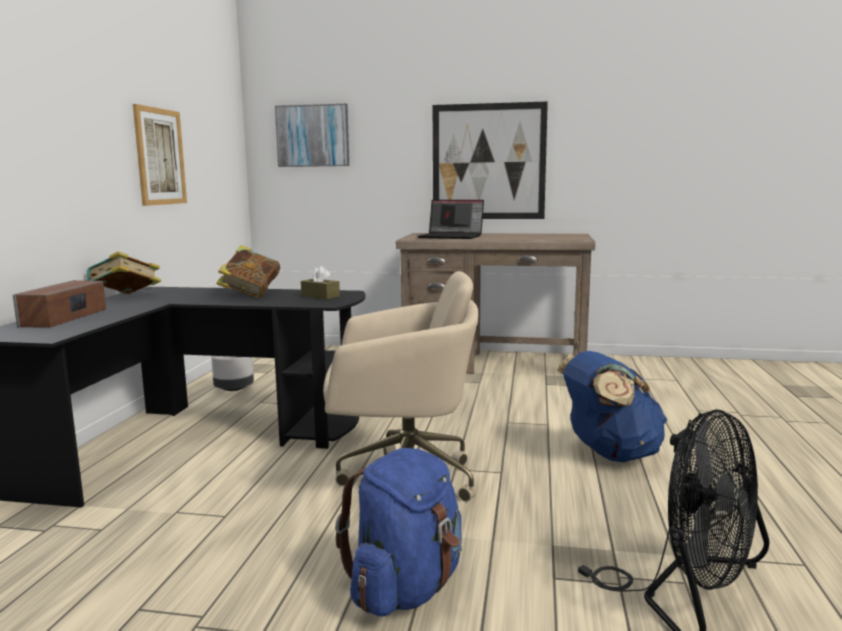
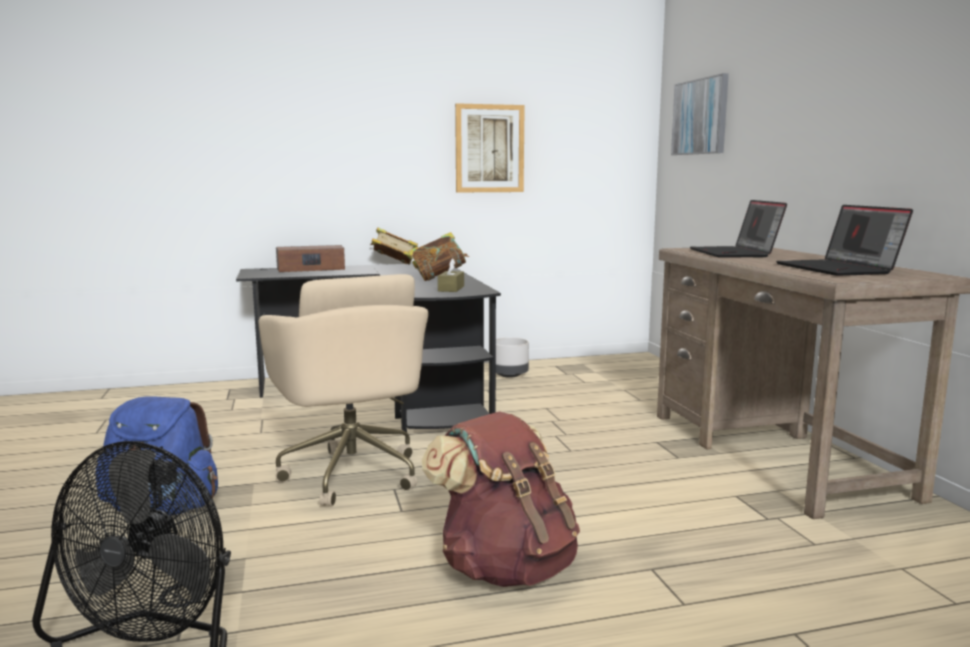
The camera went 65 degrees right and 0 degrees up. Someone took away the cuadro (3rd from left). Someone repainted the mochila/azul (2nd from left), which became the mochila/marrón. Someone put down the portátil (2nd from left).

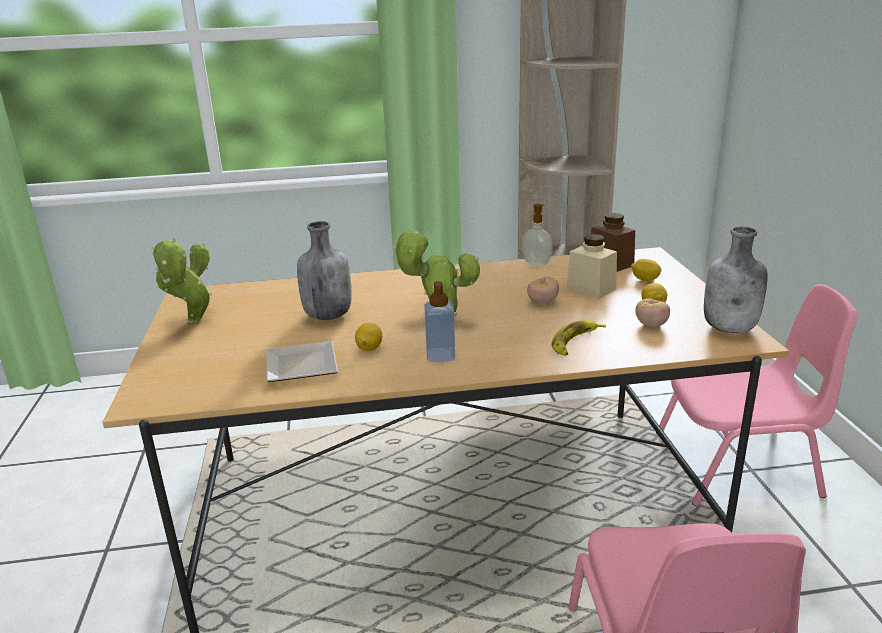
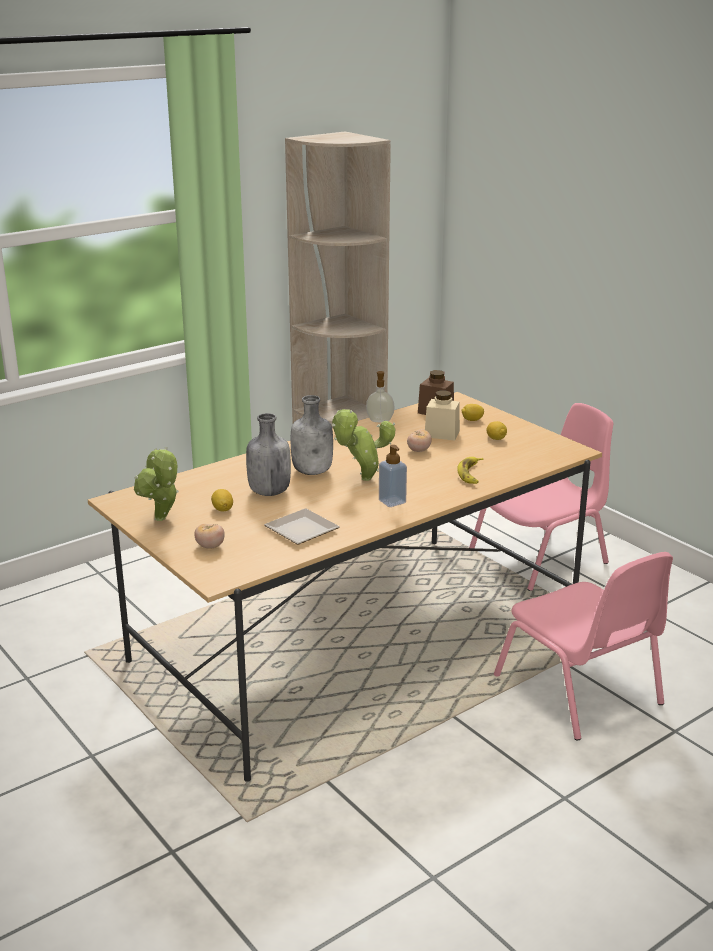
The camera went 30 degrees left and 0 degrees up. Someone carried the botella/gris (2nd from left). Someone carried the tomate (2nd from left in the first image). Someone carried the limón (1st from left).

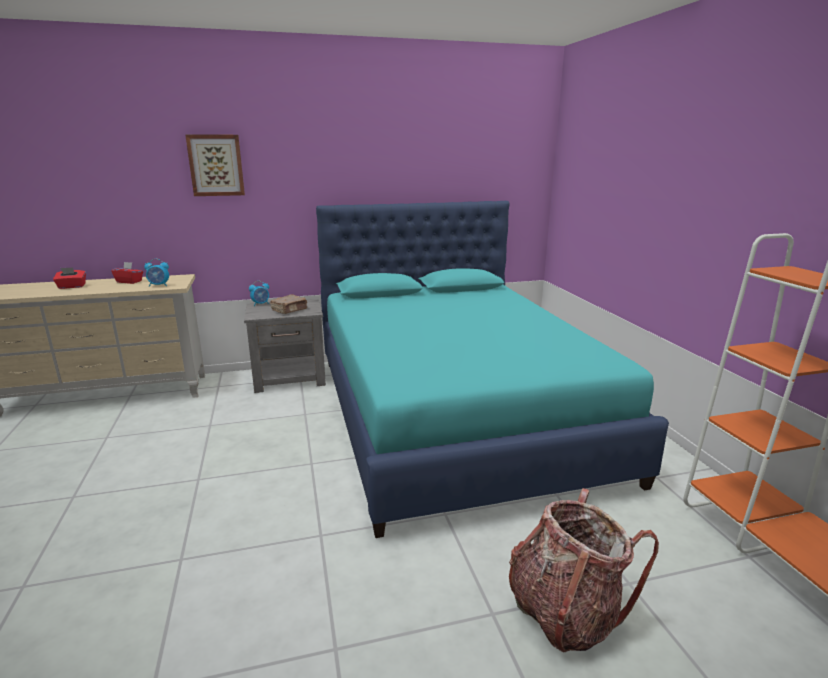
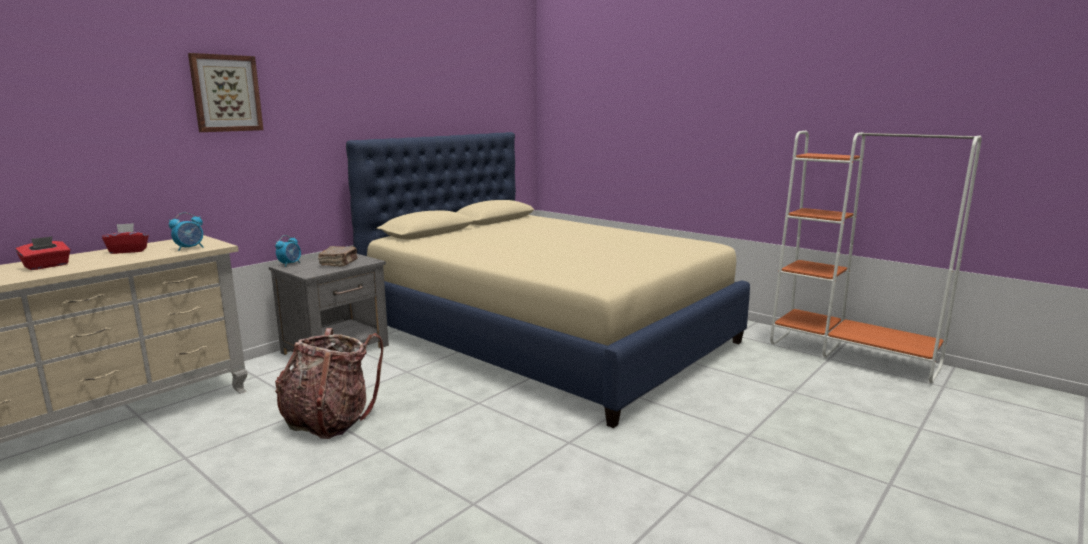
The camera went 35 degrees left and 5 degrees down. Someone repainted the cama/turquesa, which became the cama/beis. Someone carried the mochila.

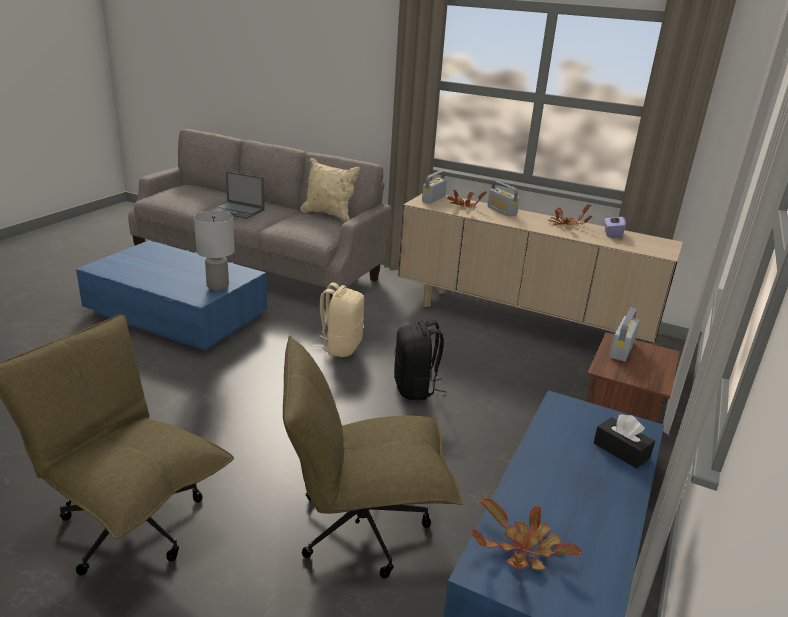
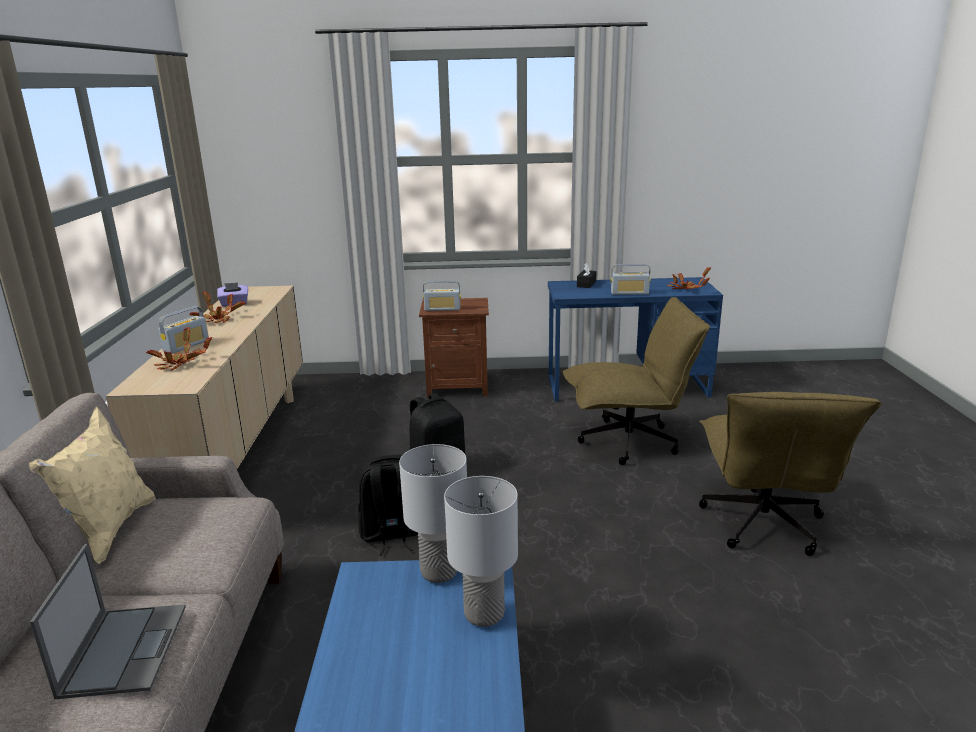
The camera went 115 degrees left and 5 degrees down. Someone carried the radio (1st from left in the first image). Someone repainted the mochila/beis, which became the mochila/negro (1st from left). Someone rotated the silla de oficina/beis (2nd from left in the first image) by 60 degrees counterclockwise. Someone put down the lámpara de mesa/gris (2nd from left).

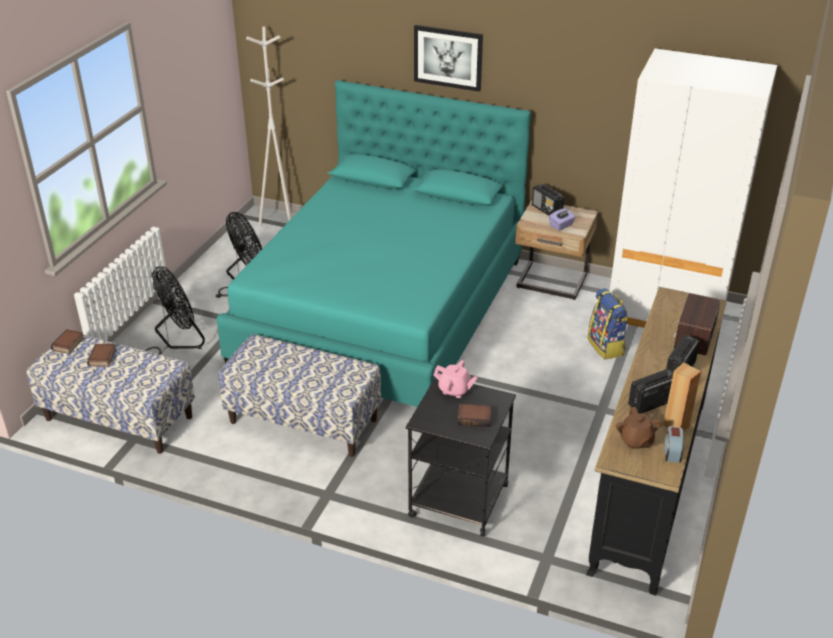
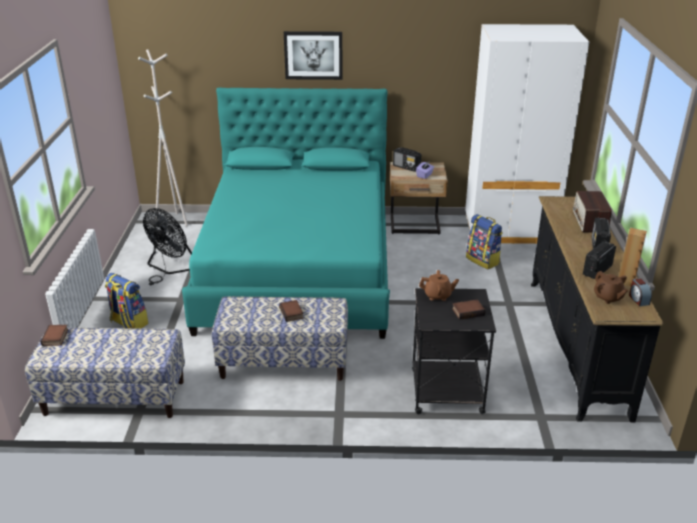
The camera went 20 degrees left and 5 degrees down. Someone swapped the ventilador/negro (1st from left) for the mochila (1st from left). Someone carried the libro (2nd from left). Someone repainted the tetera/rosa, which became the tetera/marrón (1st from left).

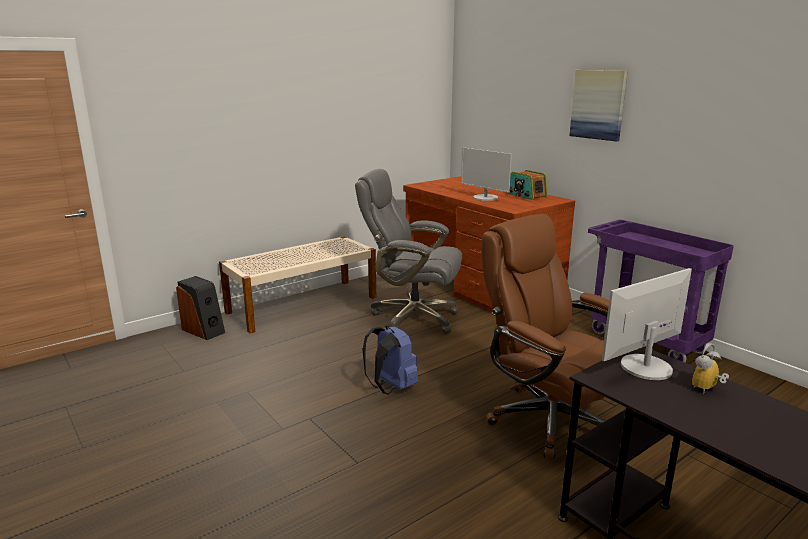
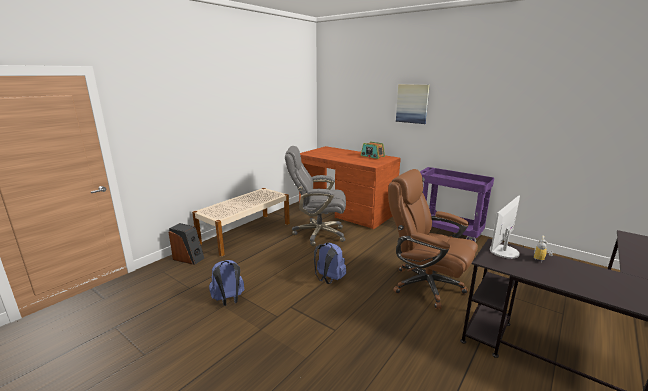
The camera went 15 degrees left and 0 degrees up. Someone took away the monitor (1st from left). Someone put down the mochila/azul (1st from left).

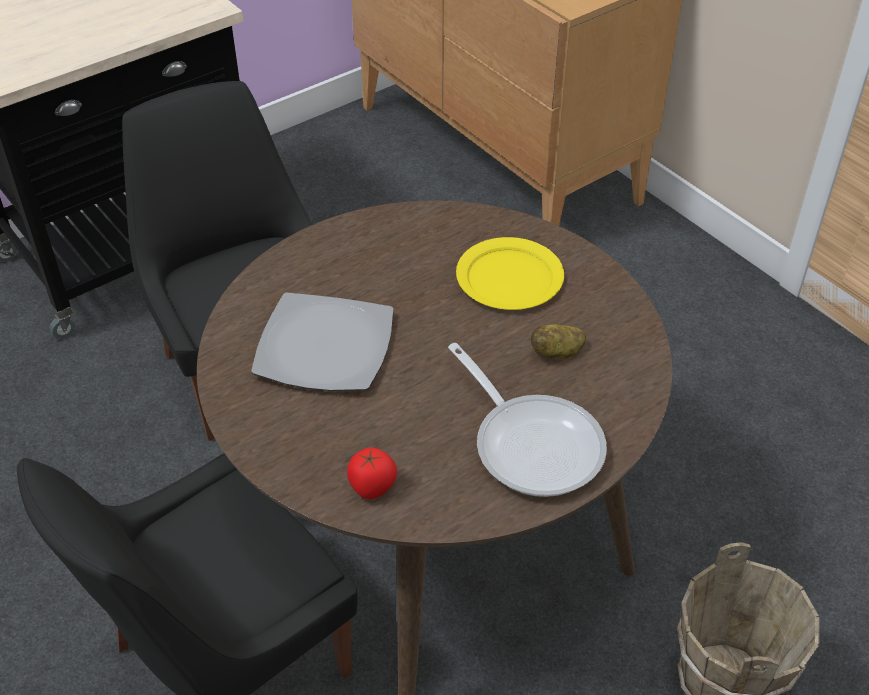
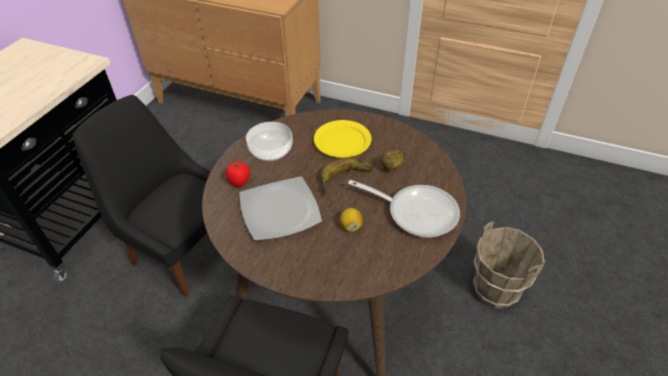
The camera went 30 degrees left and 0 degrees up. Someone carried the tomate. Someone put down the cuenco. Someone put down the plátano. Someone put down the limón.

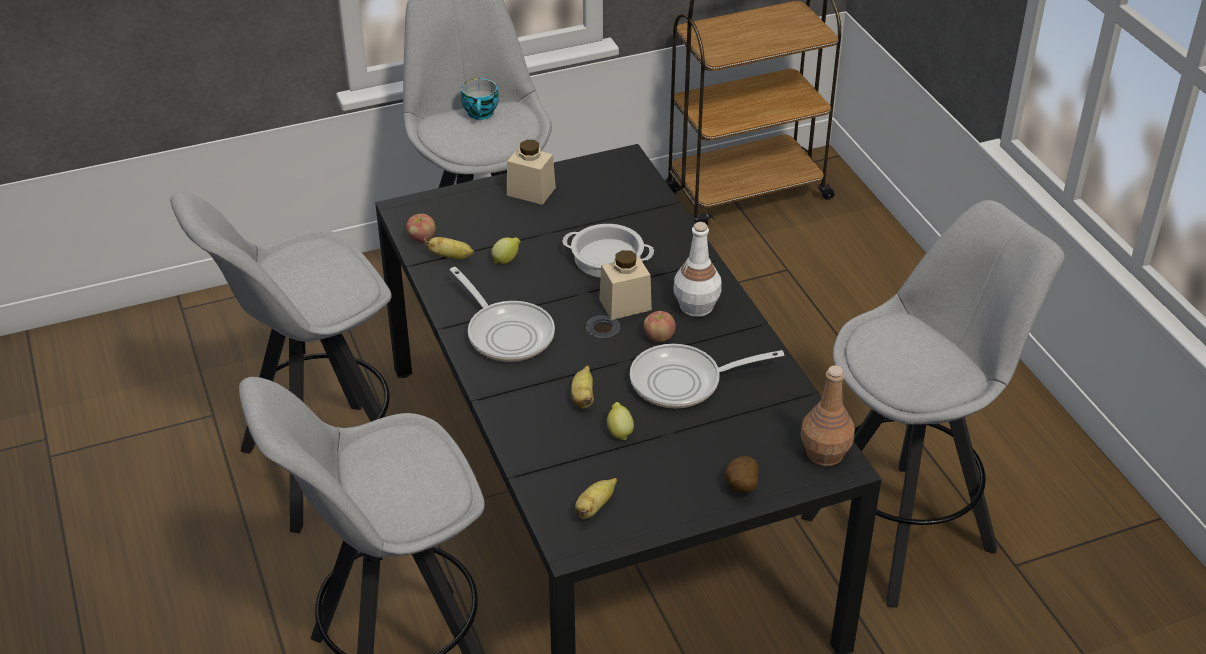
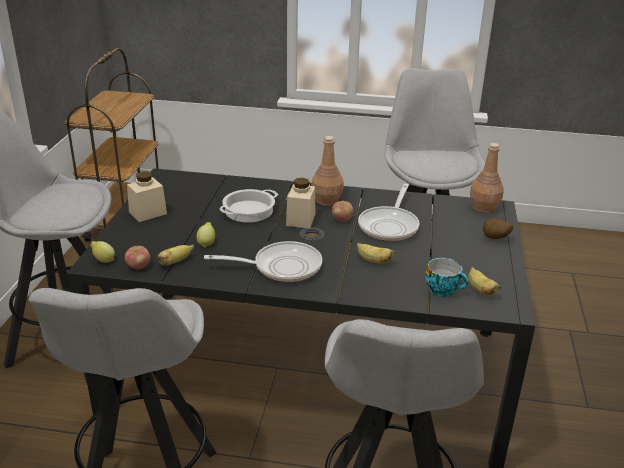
The camera went 60 degrees left and 10 degrees down. Someone carried the taza. Someone repainted the botella/blanco, which became the botella/marrón (1st from left). Someone carried the limón (2nd from left in the first image).

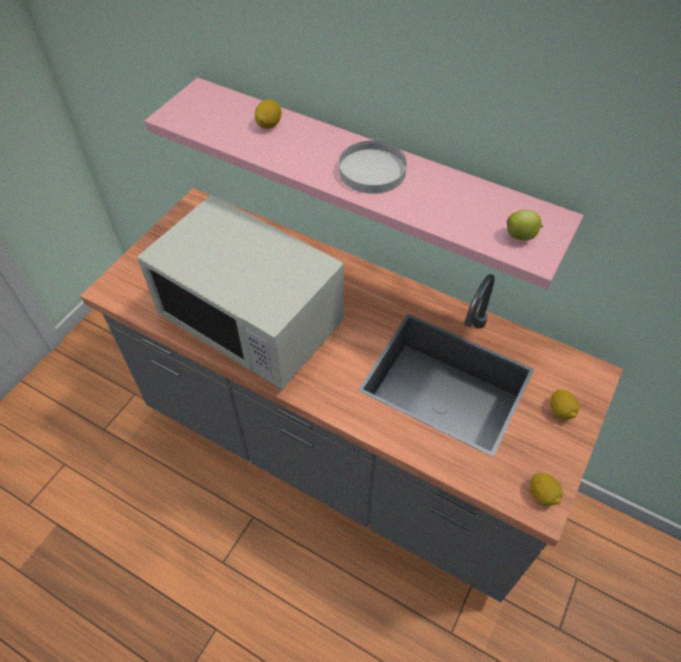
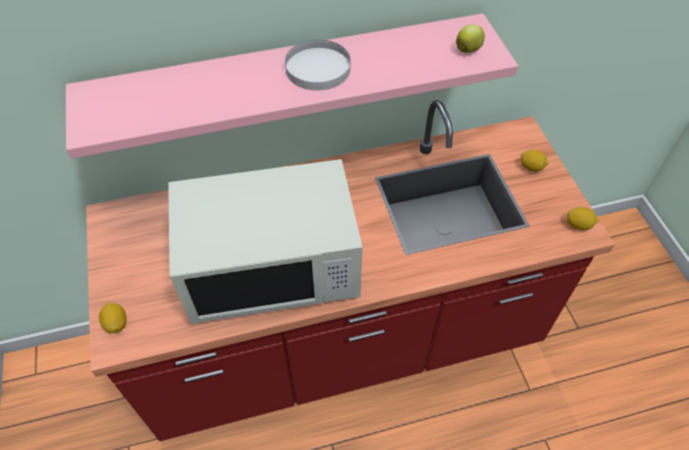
The camera went 45 degrees left and 0 degrees up. Someone carried the limón (1st from left). Someone repainted the mueble bajo de cocina/gris, which became the mueble bajo de cocina/rojo.

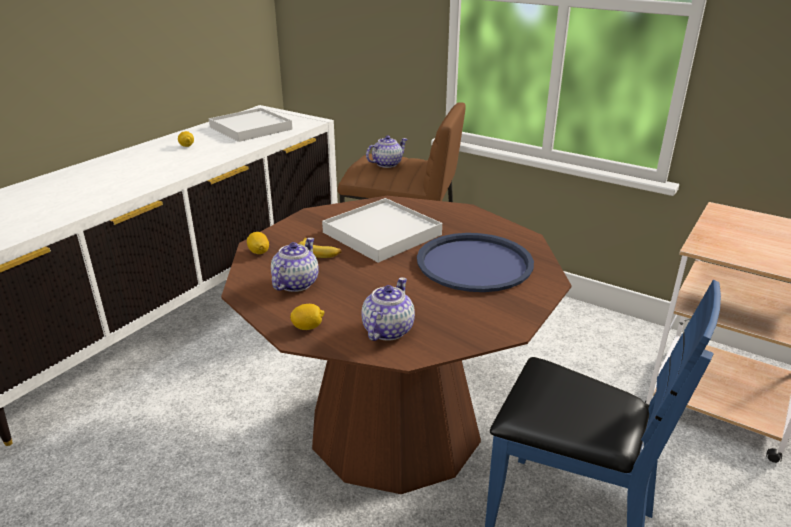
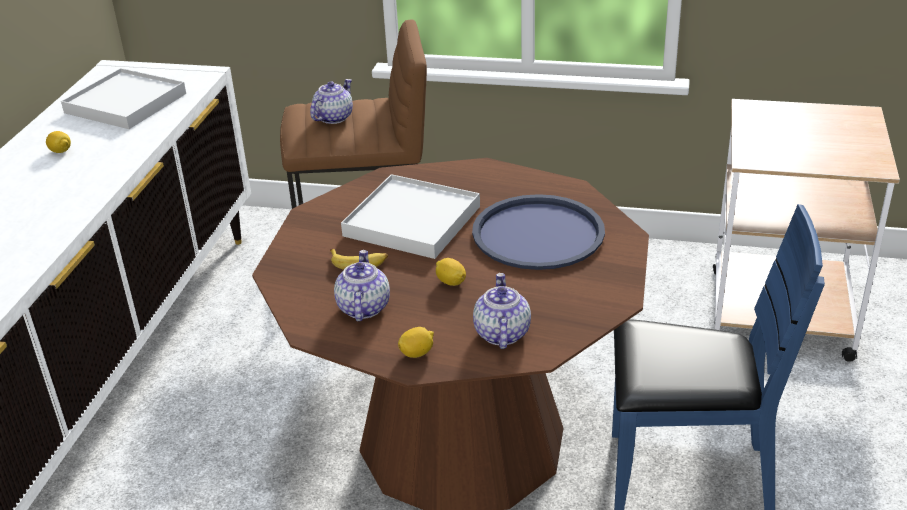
The camera went 20 degrees left and 5 degrees up. Someone carried the limón (2nd from left in the first image).

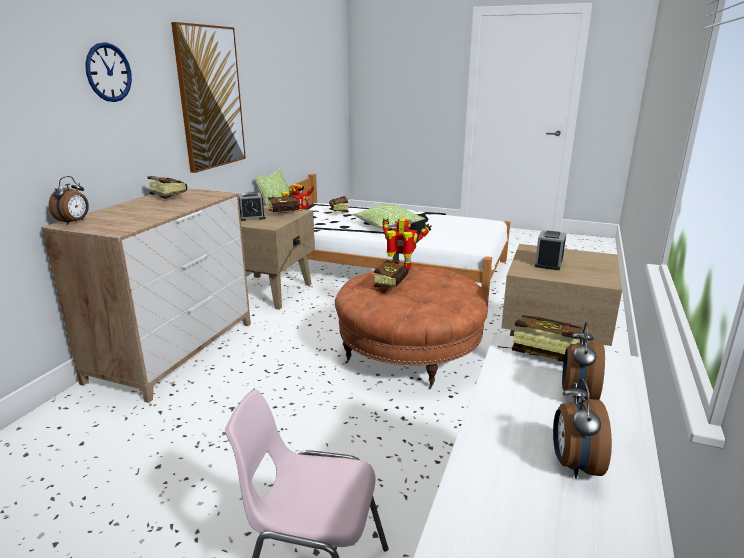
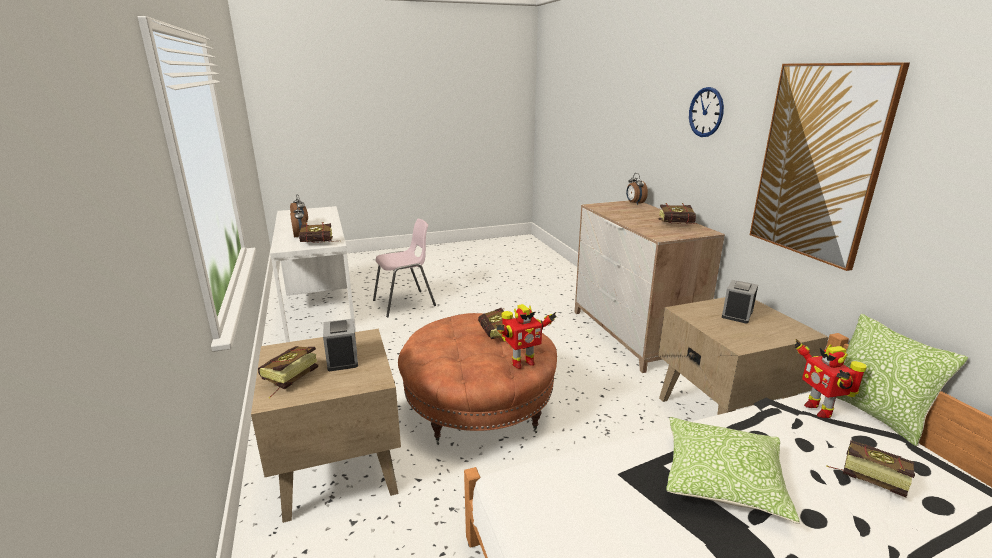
The camera went 140 degrees right and 0 degrees up. Someone carried the libro (2nd from left in the first image).

